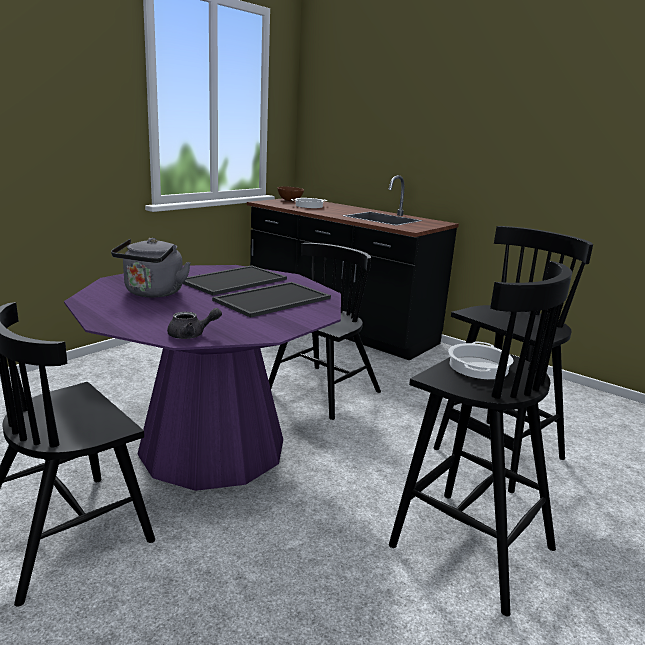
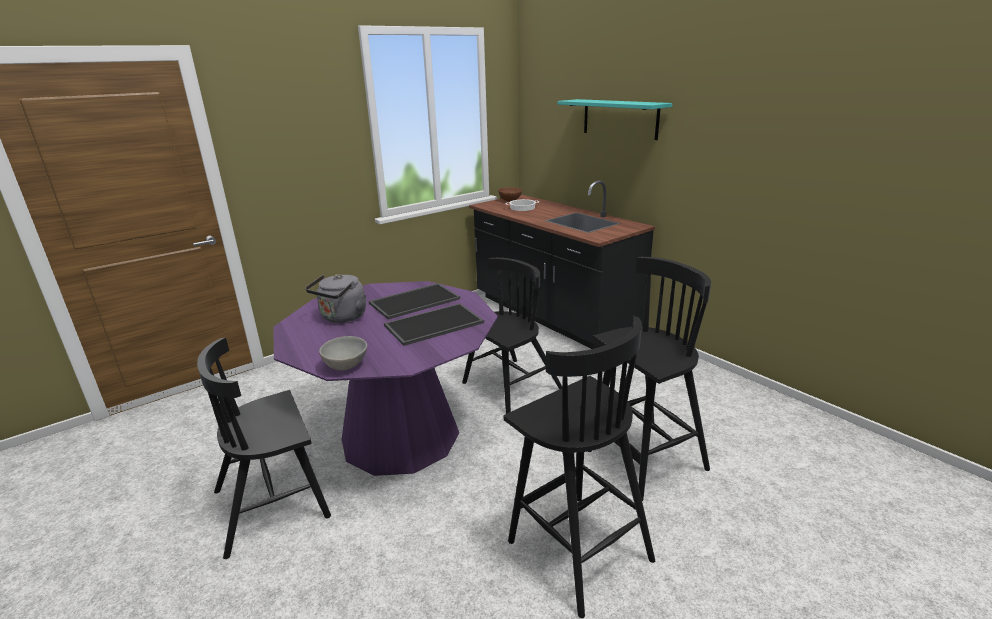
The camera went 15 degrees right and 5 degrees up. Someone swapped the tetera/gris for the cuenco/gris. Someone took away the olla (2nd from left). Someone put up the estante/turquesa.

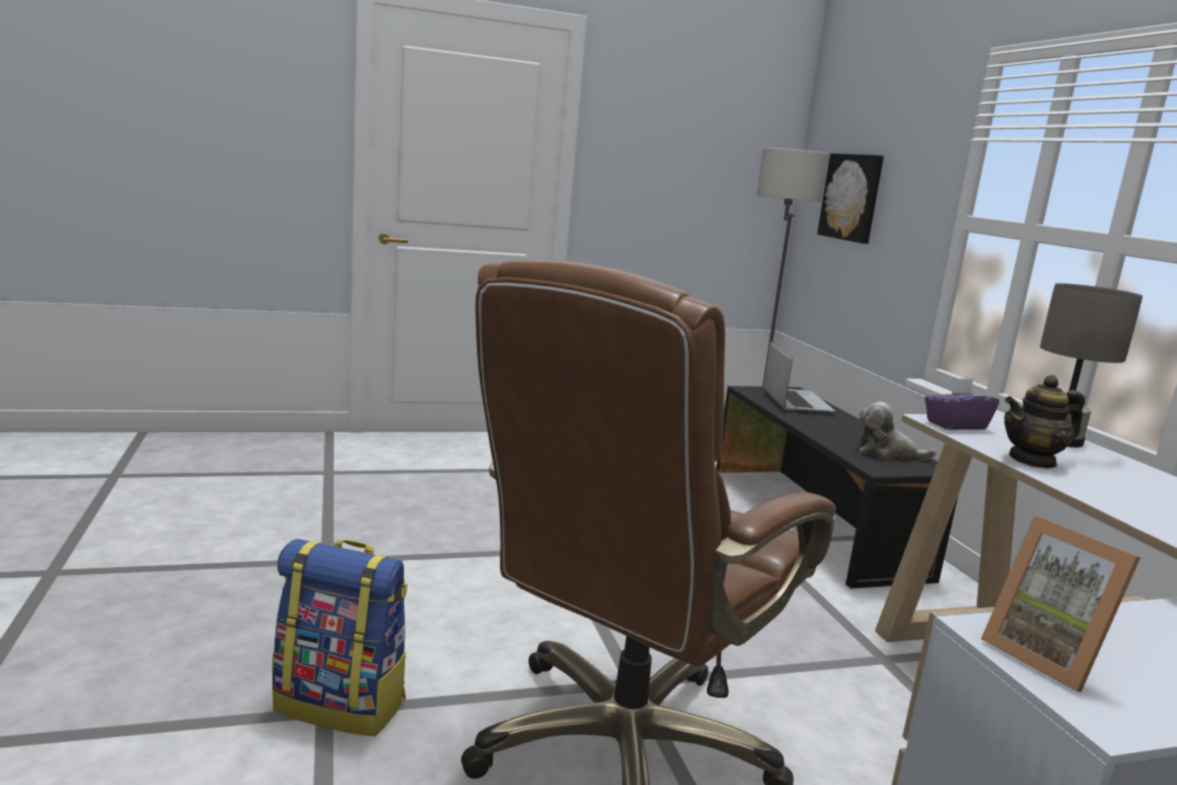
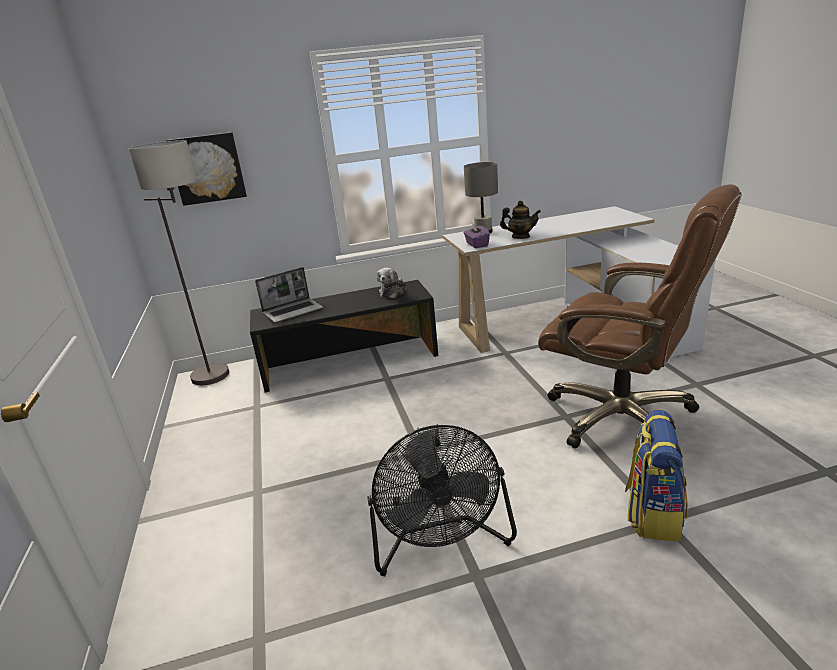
The camera went 85 degrees left and 10 degrees up. Someone rotated the portátil by 150 degrees clockwise. Someone rotated the tetera by 60 degrees counterclockwise. Someone took away the portarretratos. Someone put down the ventilador/negro.

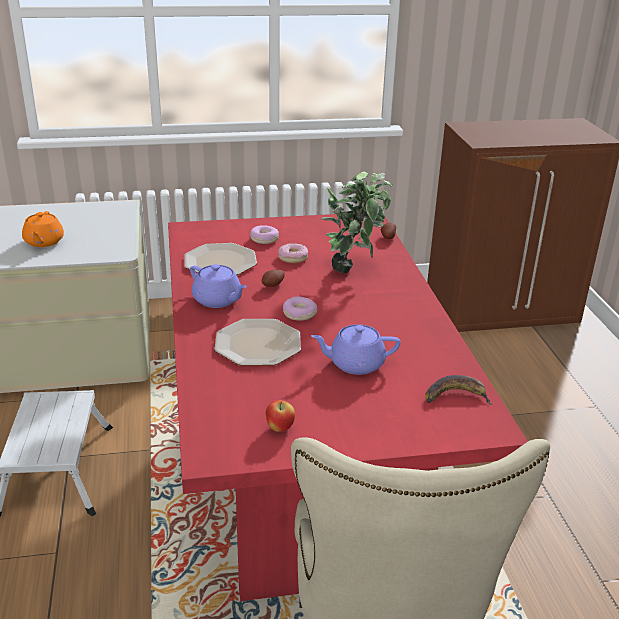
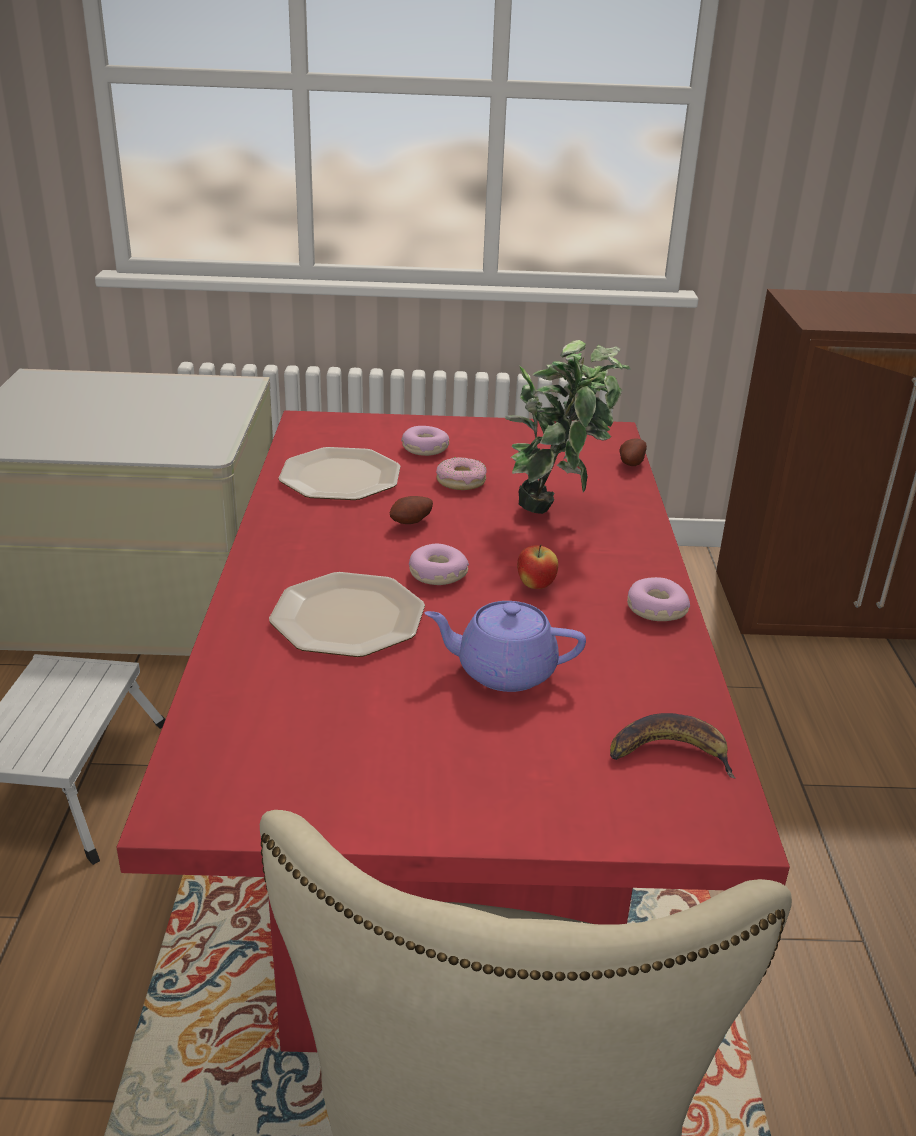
The camera went 10 degrees right and 0 degrees up. Someone took away the tetera/naranja. Someone took away the tetera/morado (1st from left). Someone carried the manzana. Someone put down the rosquilla (4th from left).

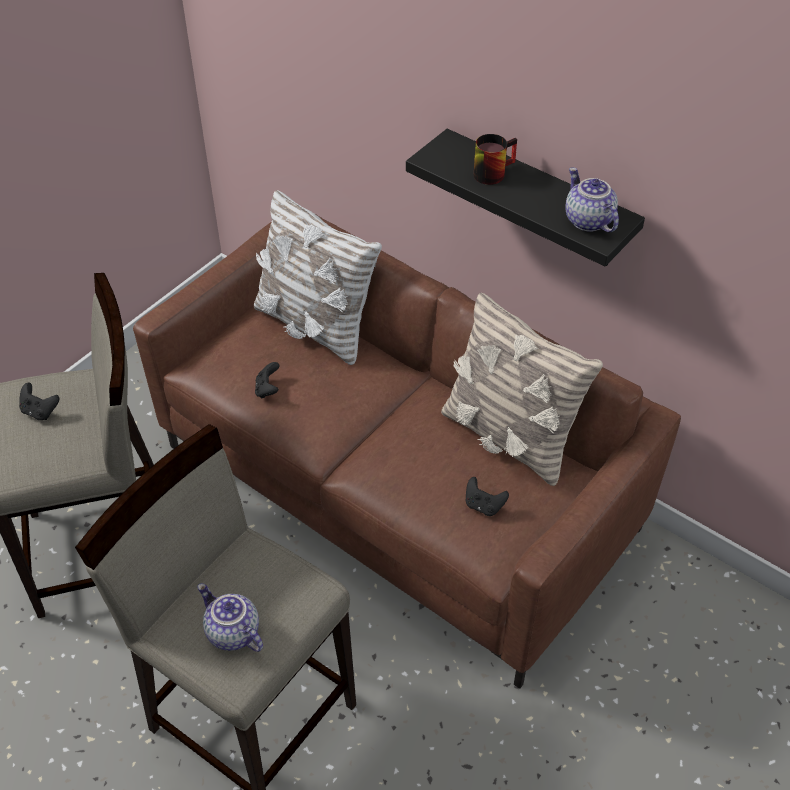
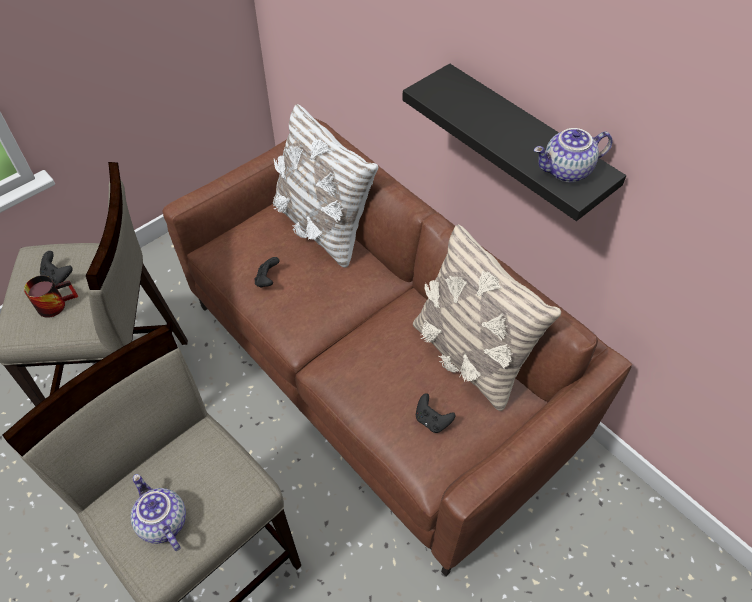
The camera went 10 degrees right and 5 degrees up. Someone carried the taza grande. Someone rotated the tetera (2nd from left) by 90 degrees counterclockwise.

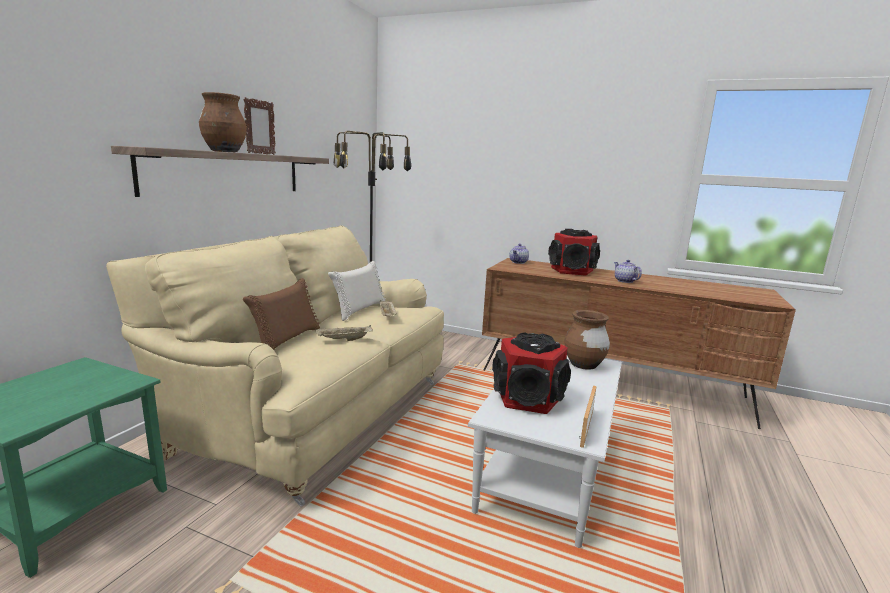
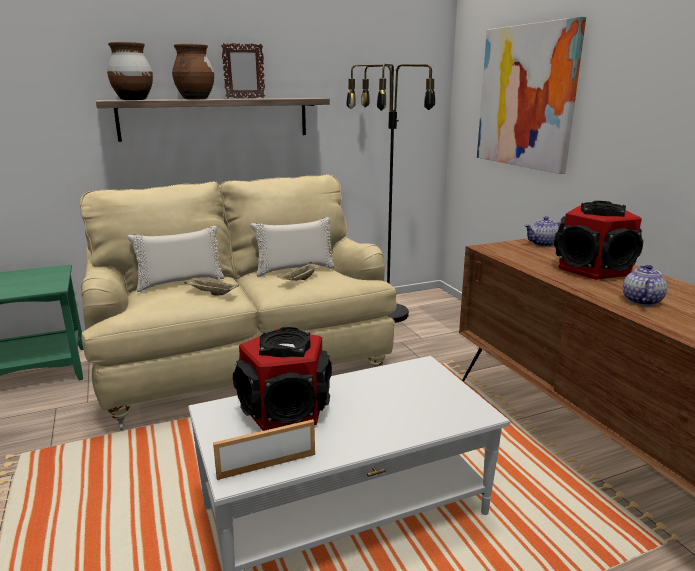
The camera went 45 degrees right and 5 degrees up. Someone repainted the cojín/marrón, which became the cojín/blanco (1st from left). Someone carried the florero/marrón (2nd from left in the first image). Someone put up the cuadro.

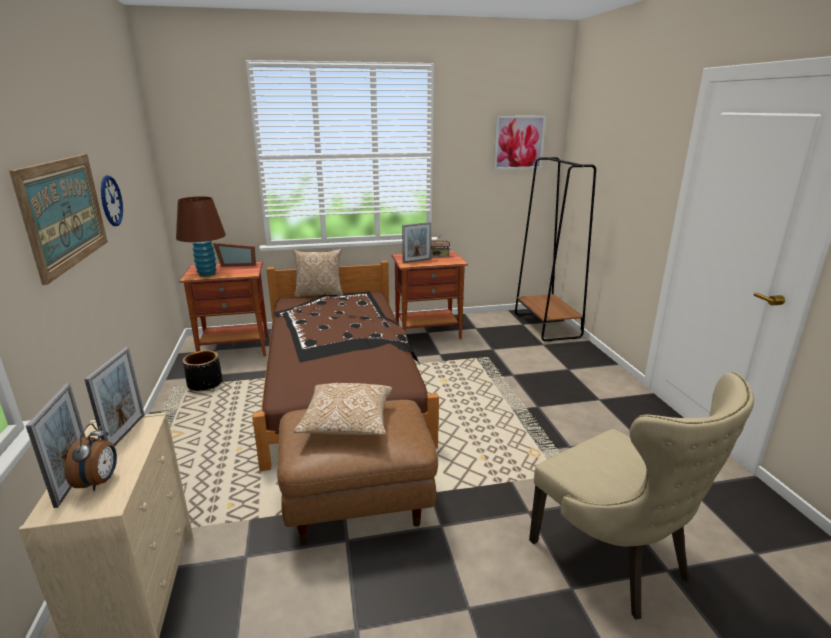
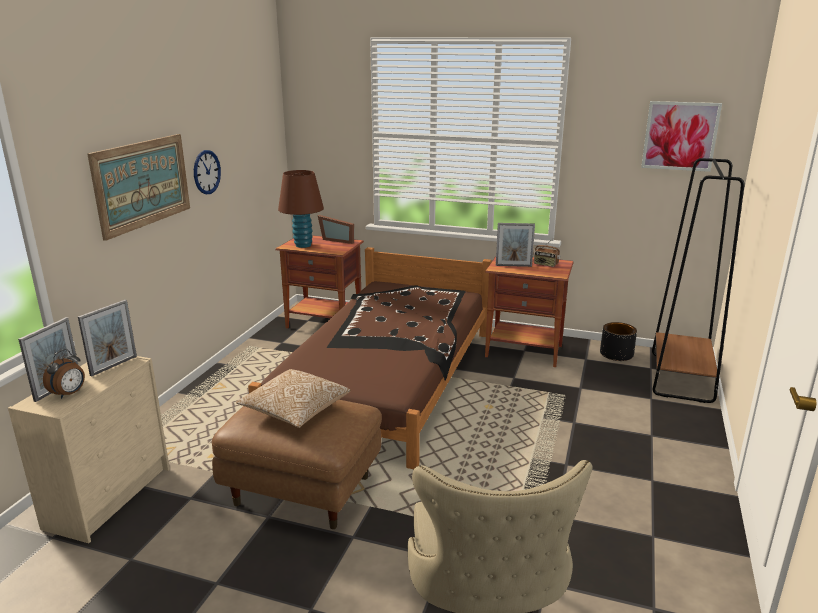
The camera went 30 degrees right and 0 degrees up. Someone took away the cojín (1st from left). Someone carried the maceta/negro.

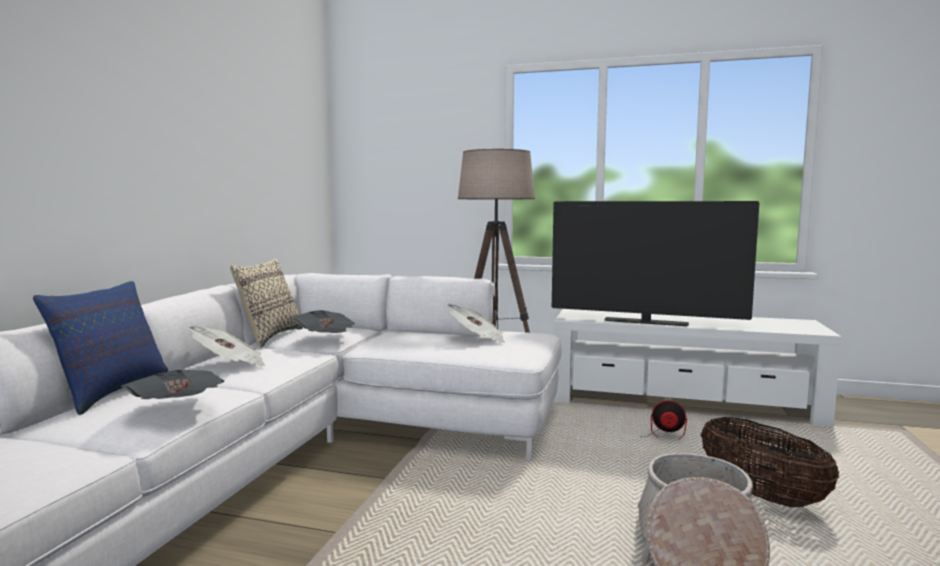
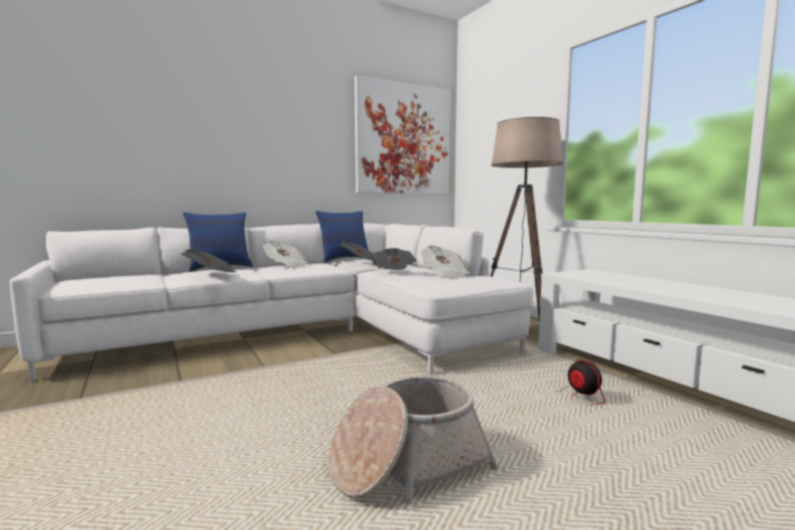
The camera went 45 degrees right and 0 degrees up. Someone took away the televisor. Someone repainted the cojín/beis, which became the cojín/azul (2nd from left). Someone took away the cesta (2nd from left). Someone put up the cuadro. Someone put down the periódico (4th from left).

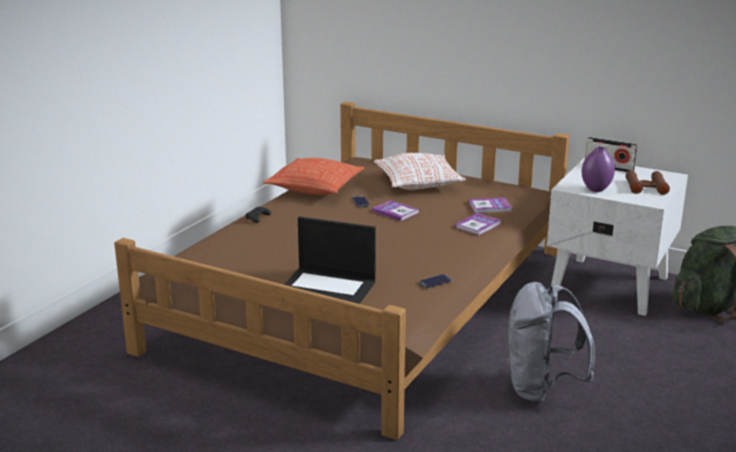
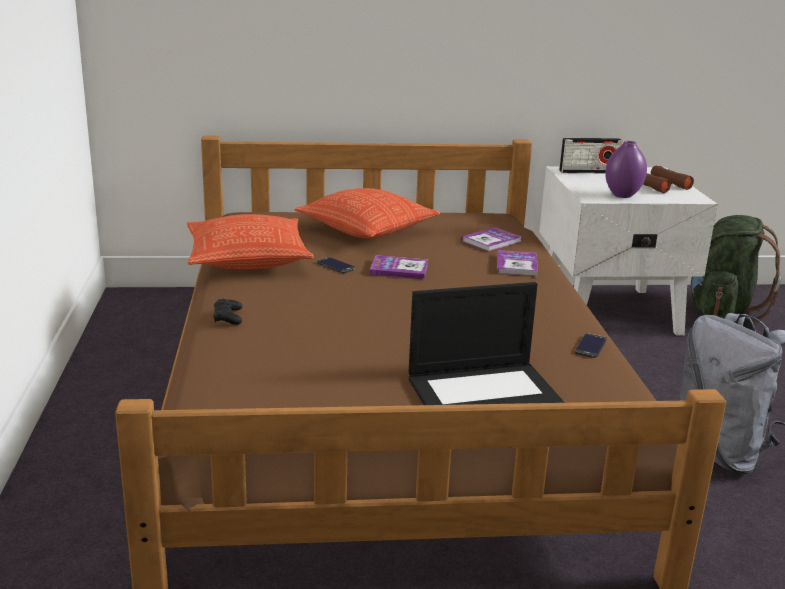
The camera went 35 degrees left and 0 degrees up. Someone repainted the cojín/blanco, which became the cojín/naranja (2nd from left).

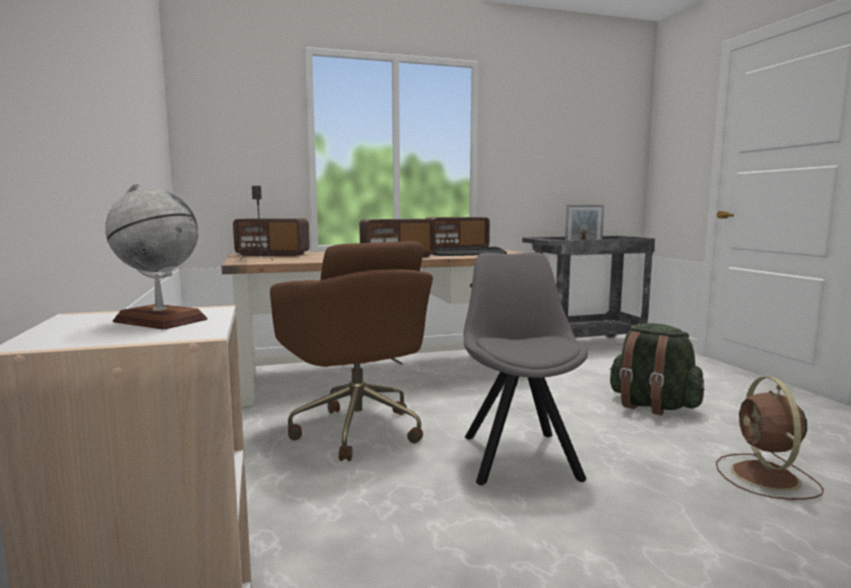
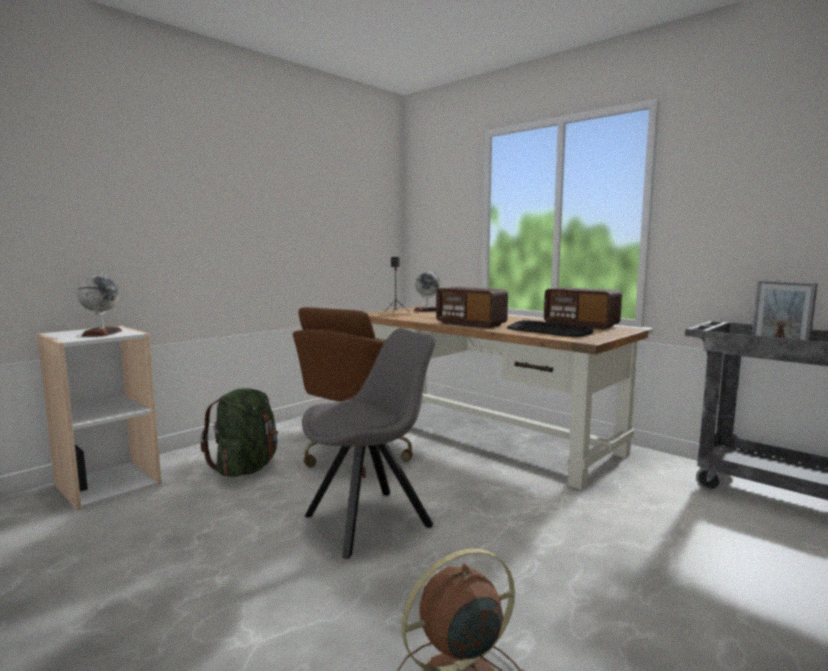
The camera went 60 degrees right and 0 degrees up. Someone swapped the radio (1st from left) for the globo terráqueo (2nd from left). Someone carried the mochila/verde.

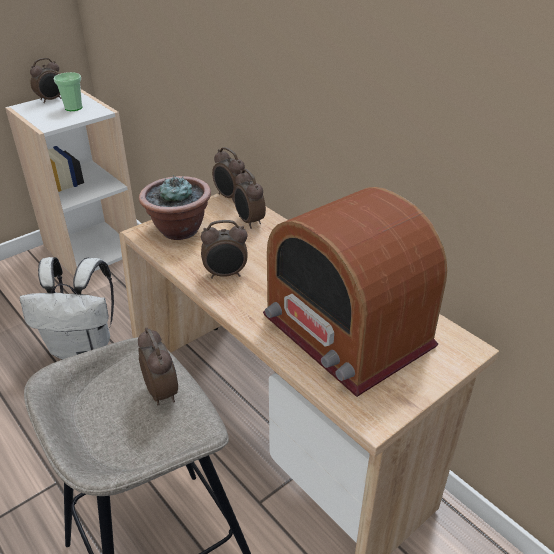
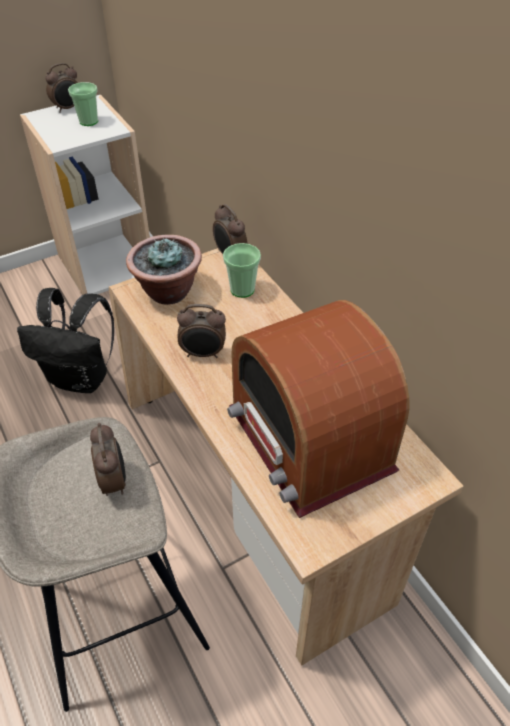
The camera went 10 degrees right and 10 degrees up. Someone swapped the despertador (5th from left) for the taza (2nd from left). Someone repainted the mochila/blanco, which became the mochila/negro.

